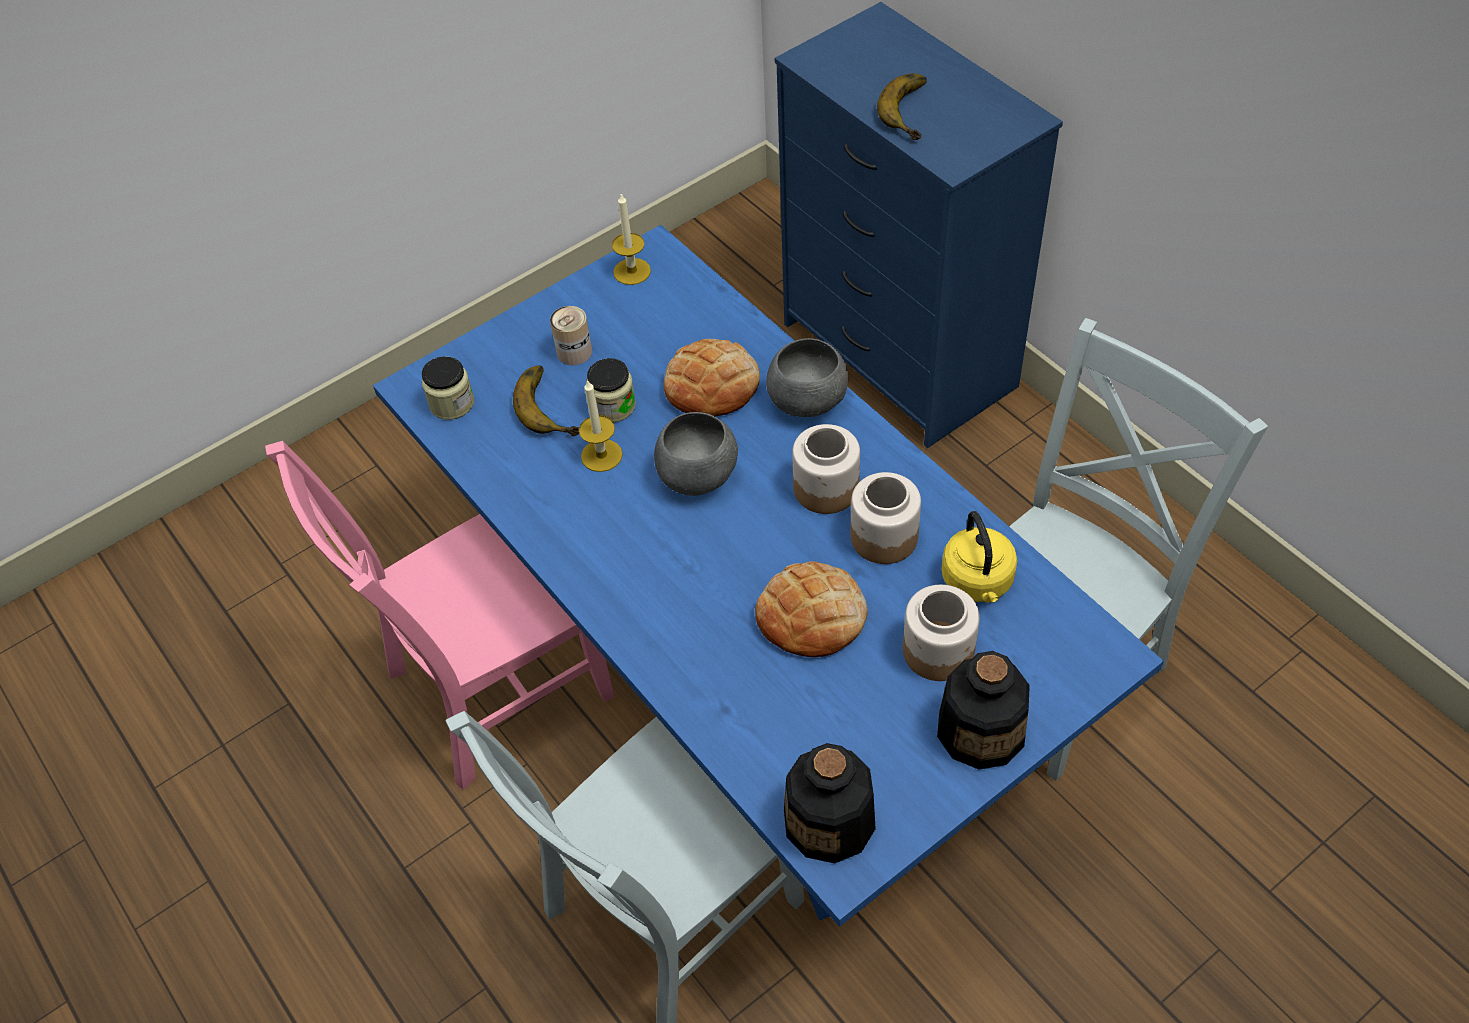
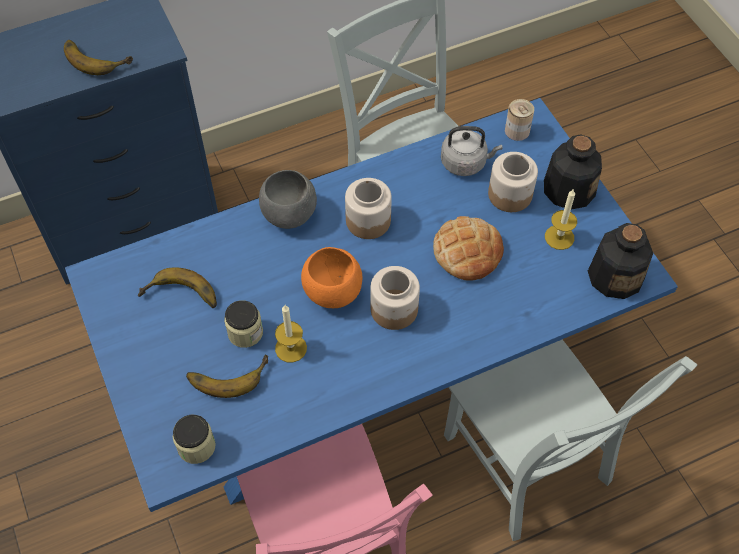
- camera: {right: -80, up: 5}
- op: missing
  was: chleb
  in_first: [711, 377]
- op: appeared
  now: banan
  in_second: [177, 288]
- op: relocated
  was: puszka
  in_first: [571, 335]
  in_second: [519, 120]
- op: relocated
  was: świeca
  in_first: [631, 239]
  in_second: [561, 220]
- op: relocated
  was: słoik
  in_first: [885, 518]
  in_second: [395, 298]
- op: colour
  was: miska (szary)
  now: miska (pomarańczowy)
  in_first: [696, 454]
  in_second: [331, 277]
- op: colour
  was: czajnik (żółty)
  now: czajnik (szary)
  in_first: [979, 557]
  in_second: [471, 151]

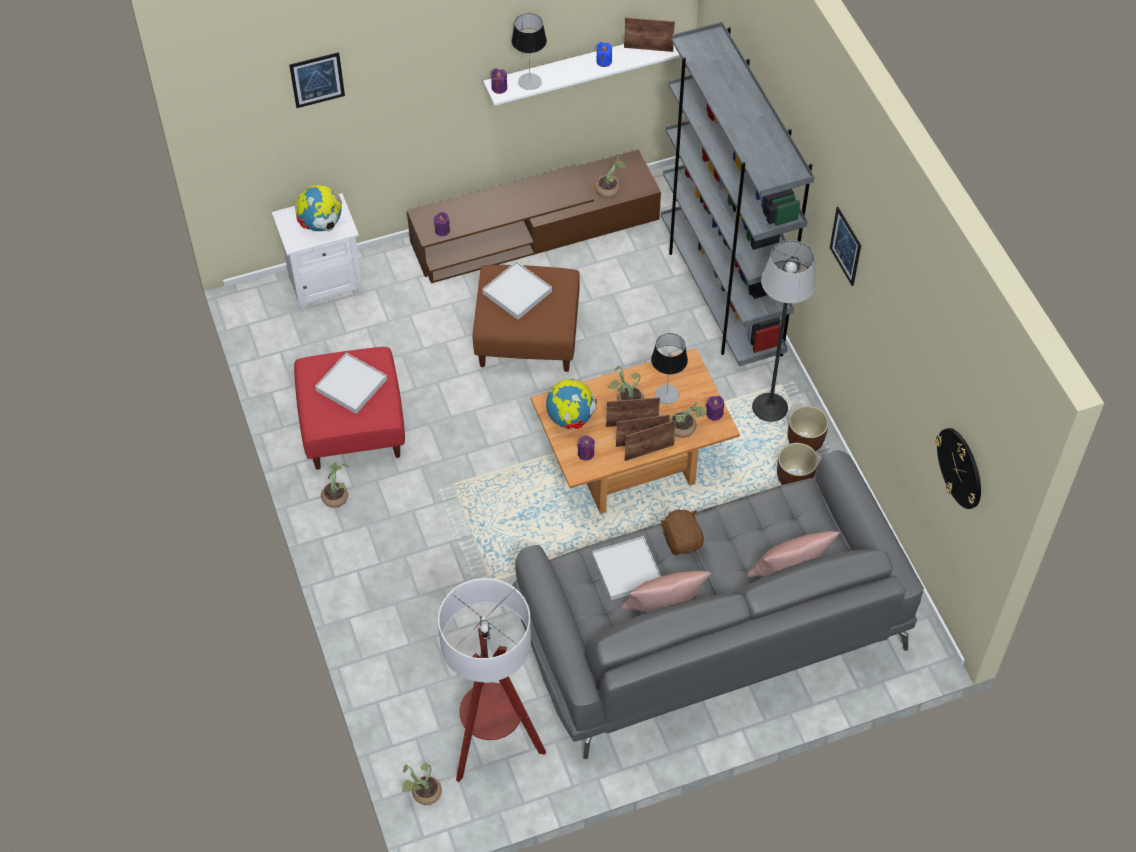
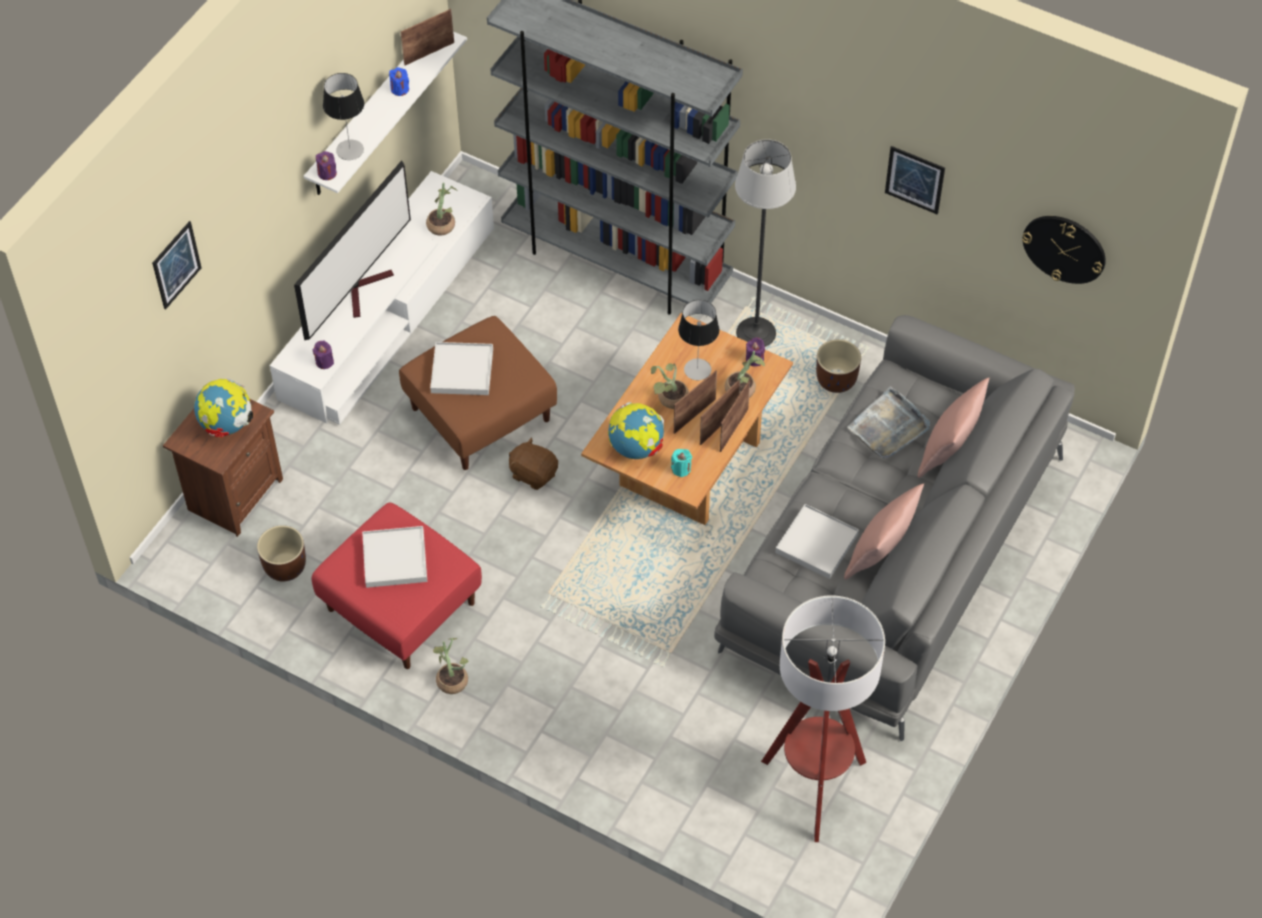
- camera: {right: -40, up: 0}
- op: missing
  was: roślina doniczkowa
  in_first: [422, 784]
- op: appeared
  now: telewizor
  in_second: [352, 250]
- op: appeared
  now: taca (szary)
  in_second: [888, 422]
- op: relocated
  was: pluszak (brązowy)
  in_first: [682, 532]
  in_second: [533, 463]
- op: relocated
  was: donica (brązowy)
  in_first: [808, 428]
  in_second: [281, 553]
- op: relocated
  was: obraz
  in_first: [845, 246]
  in_second: [915, 180]
- op: colour
  was: szafka nocna (biały)
  now: szafka nocna (brązowy)
  in_first: [318, 252]
  in_second: [223, 468]
- op: colour
  was: szafka pod telewizor (brązowy)
  now: szafka pod telewizor (biały)
  in_first: [534, 216]
  in_second: [382, 298]
- op: colour
  was: świeca (fioletowy)
  now: świeca (turkusowy)
  in_first: [586, 448]
  in_second: [681, 463]

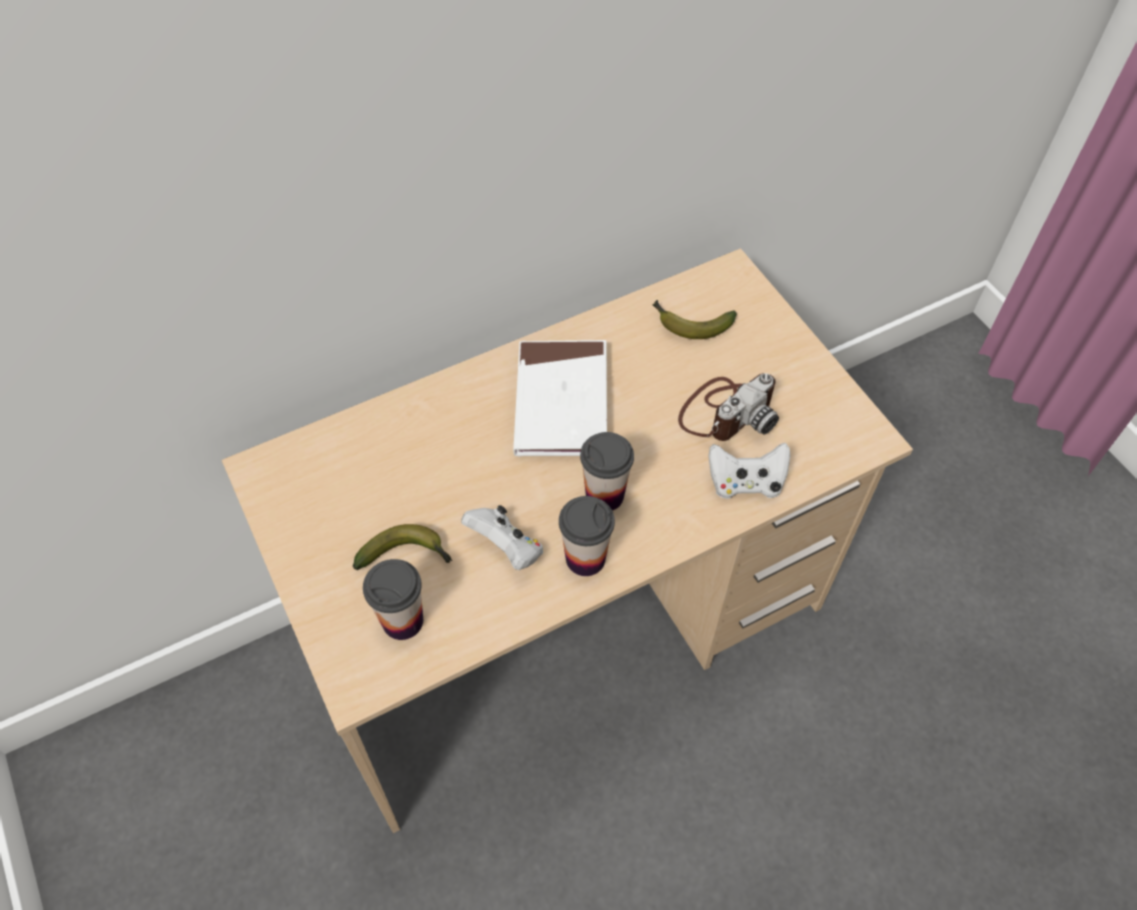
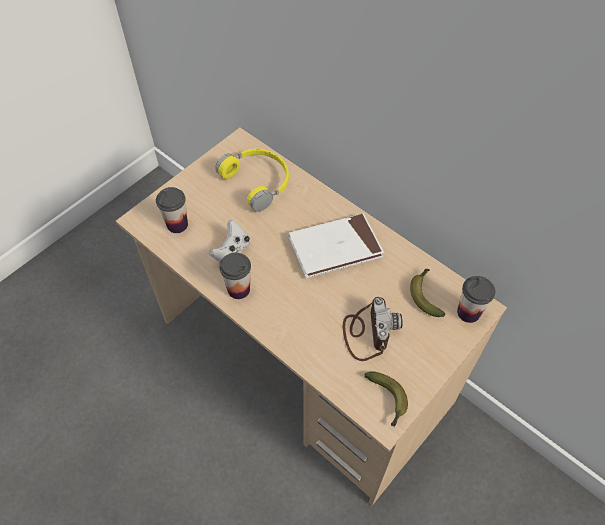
- camera: {right: 70, up: 0}
- op: missing
  was: pad do gier (biały)
  in_first: [749, 471]
- op: appeared
  now: słuchawki (żółty)
  in_second: [252, 180]
- op: relocated
  was: banan
  in_first: [402, 547]
  in_second: [386, 399]
- op: relocated
  was: filiżanka
  in_first: [607, 471]
  in_second: [476, 299]
- op: spun
  was: aparat fotograficzny
  in_first: [728, 407]
  in_second: [372, 329]
  clockwise: -120

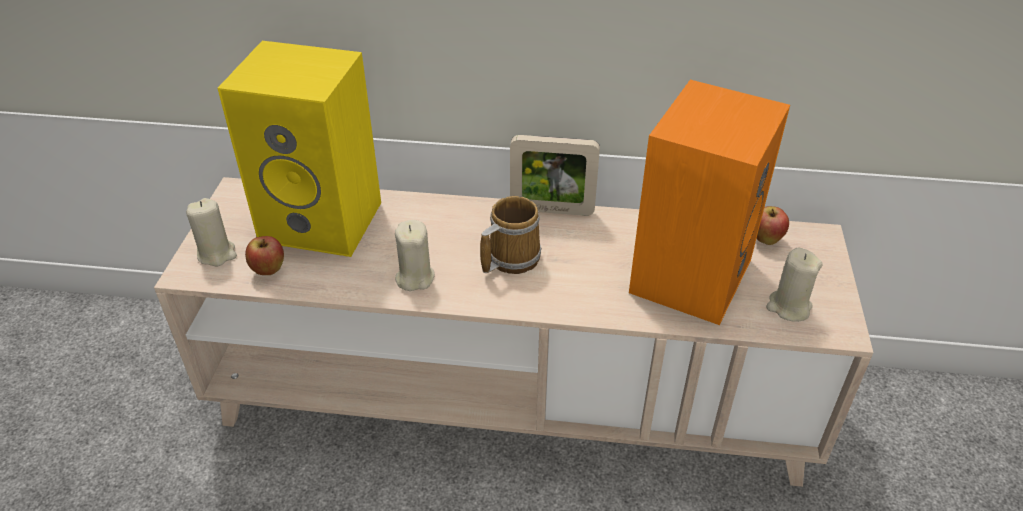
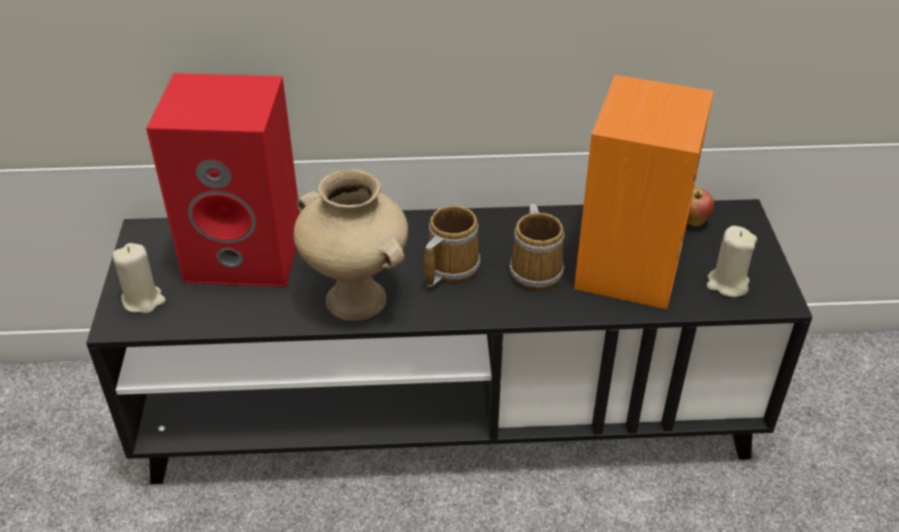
- camera: {right: -10, up: 0}
- op: missing
  was: jabłko
  in_first: [264, 255]
- op: missing
  was: ramka na zdjęcie
  in_first: [555, 175]
- op: appeared
  now: kubek
  in_second: [537, 248]
- op: exchanged
  was: świeca (beżowy)
  now: wazon (beżowy)
  in_first: [415, 255]
  in_second: [351, 245]
- op: colour
  was: szafka pod telewizor (beżowy)
  now: szafka pod telewizor (czarny)
  in_first: [514, 332]
  in_second: [449, 341]
- op: colour
  was: głośnik (żółty)
  now: głośnik (czerwony)
  in_first: [299, 149]
  in_second: [223, 180]

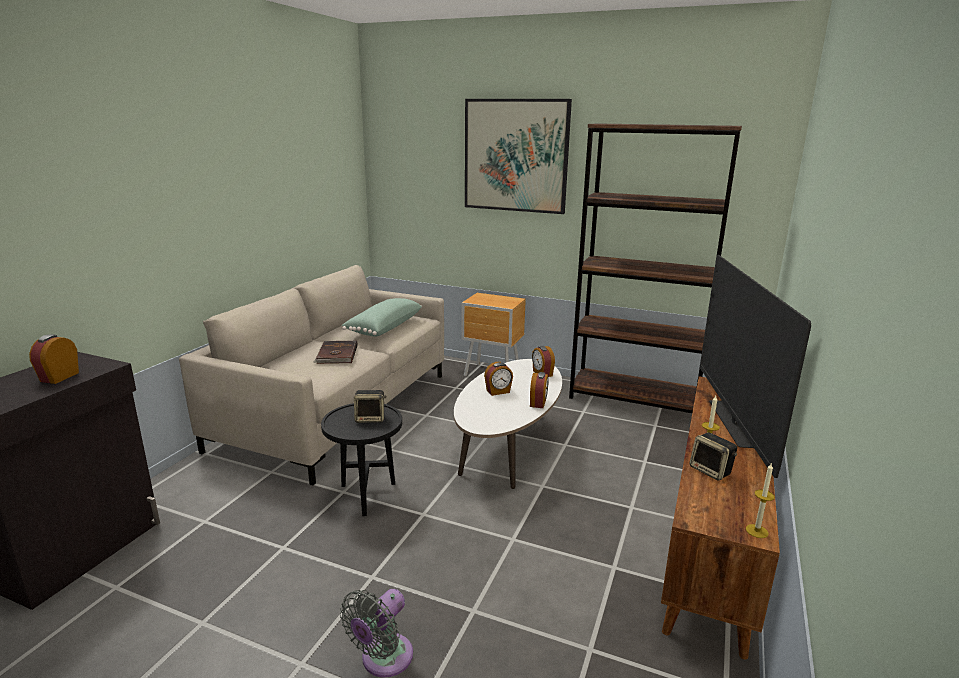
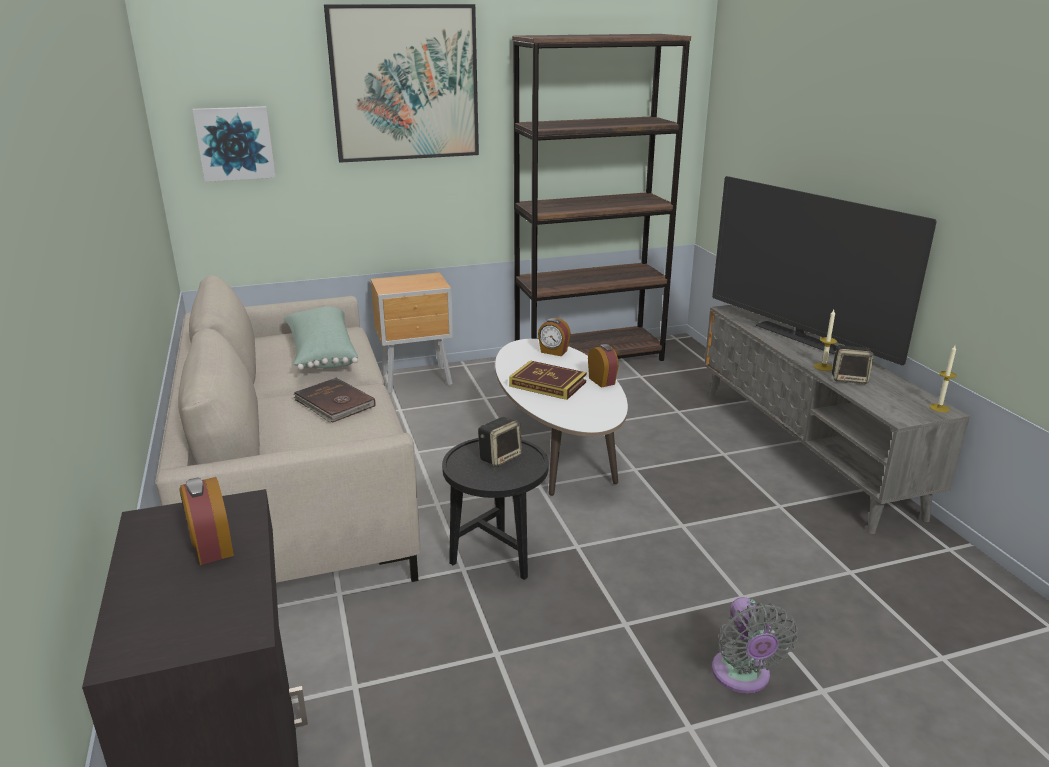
- camera: {right: -40, up: 5}
- op: appeared
  now: obraz
  in_second: [234, 144]
- op: exchanged
  was: budzik
  now: książka
  in_first: [498, 379]
  in_second: [548, 380]
- op: colour
  was: szafka pod telewizor (brązowy)
  now: szafka pod telewizor (szary)
  in_first: [720, 518]
  in_second: [837, 419]

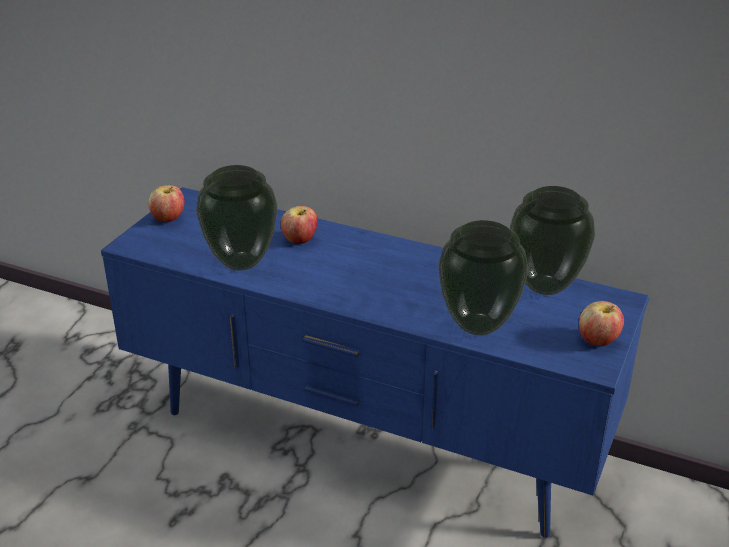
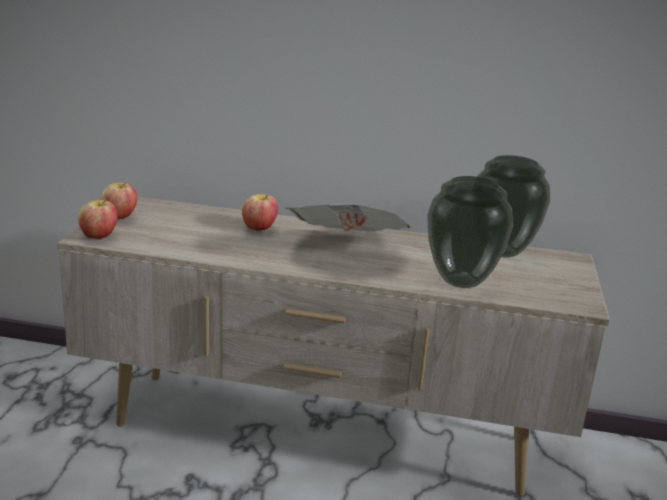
- camera: {right: -15, up: -10}
- op: missing
  was: wazon
  in_first: [236, 218]
- op: appeared
  now: gazeta
  in_second: [348, 217]
- op: relocated
  was: jabłko
  in_first: [601, 323]
  in_second: [98, 219]
- op: colour
  was: szafka pod telewizor (niebieski)
  now: szafka pod telewizor (beżowy)
  in_first: [375, 362]
  in_second: [333, 346]

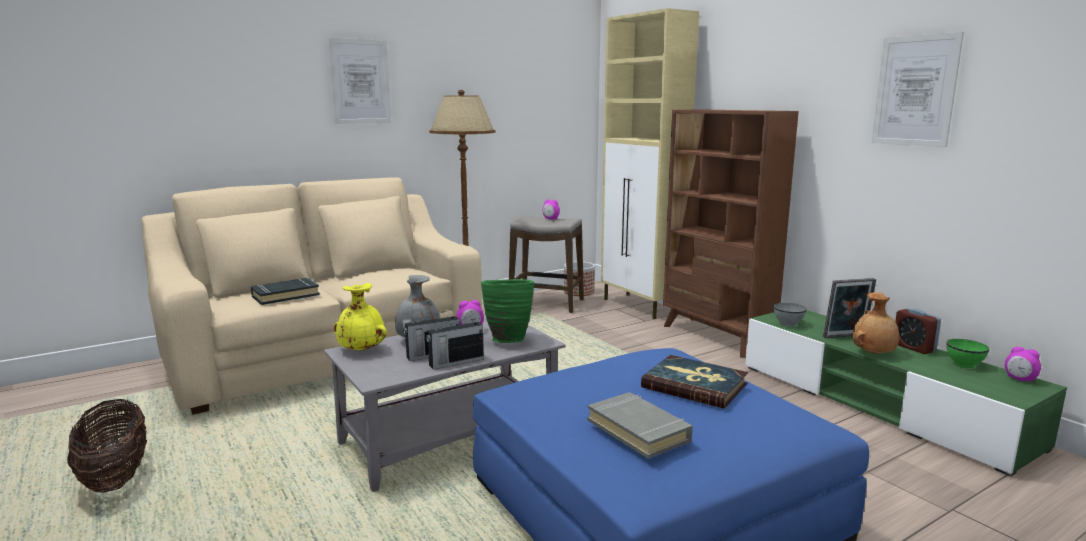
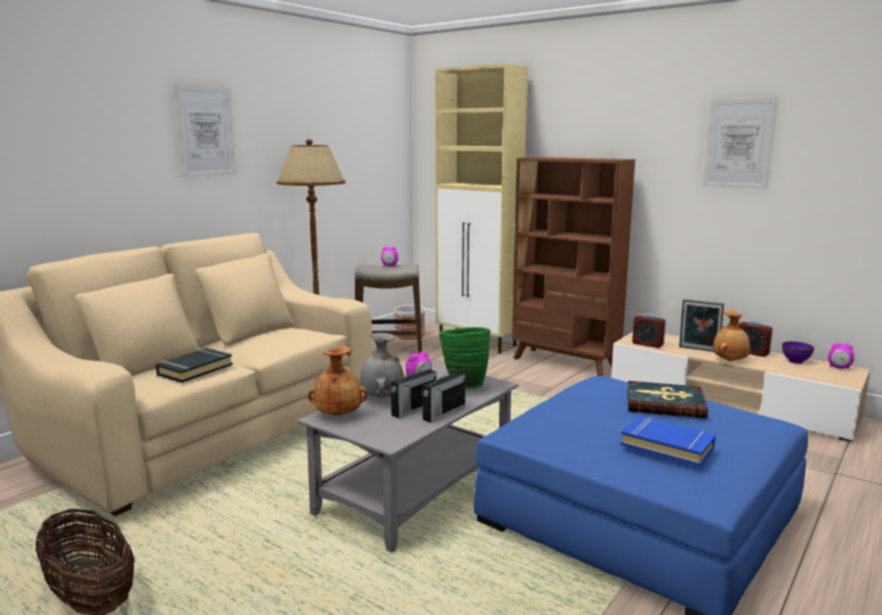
- camera: {right: -20, up: 0}
- op: exchanged
  was: miska (szary)
  now: budzik
  in_first: [790, 315]
  in_second: [649, 331]
- op: colour
  was: wazon (żółty)
  now: wazon (brązowy)
  in_first: [360, 317]
  in_second: [338, 381]
- op: colour
  was: książka (szary)
  now: książka (niebieski)
  in_first: [640, 425]
  in_second: [668, 441]
- op: colour
  was: szafka pod telewizor (zielony)
  now: szafka pod telewizor (beżowy)
  in_first: [906, 393]
  in_second: [740, 387]
- op: colour
  was: miska (zielony)
  now: miska (fioletowy)
  in_first: [967, 353]
  in_second: [798, 352]
- op: spun
  was: ramka na zdjęcie
  in_first: [849, 308]
  in_second: [701, 325]
  clockwise: 60

